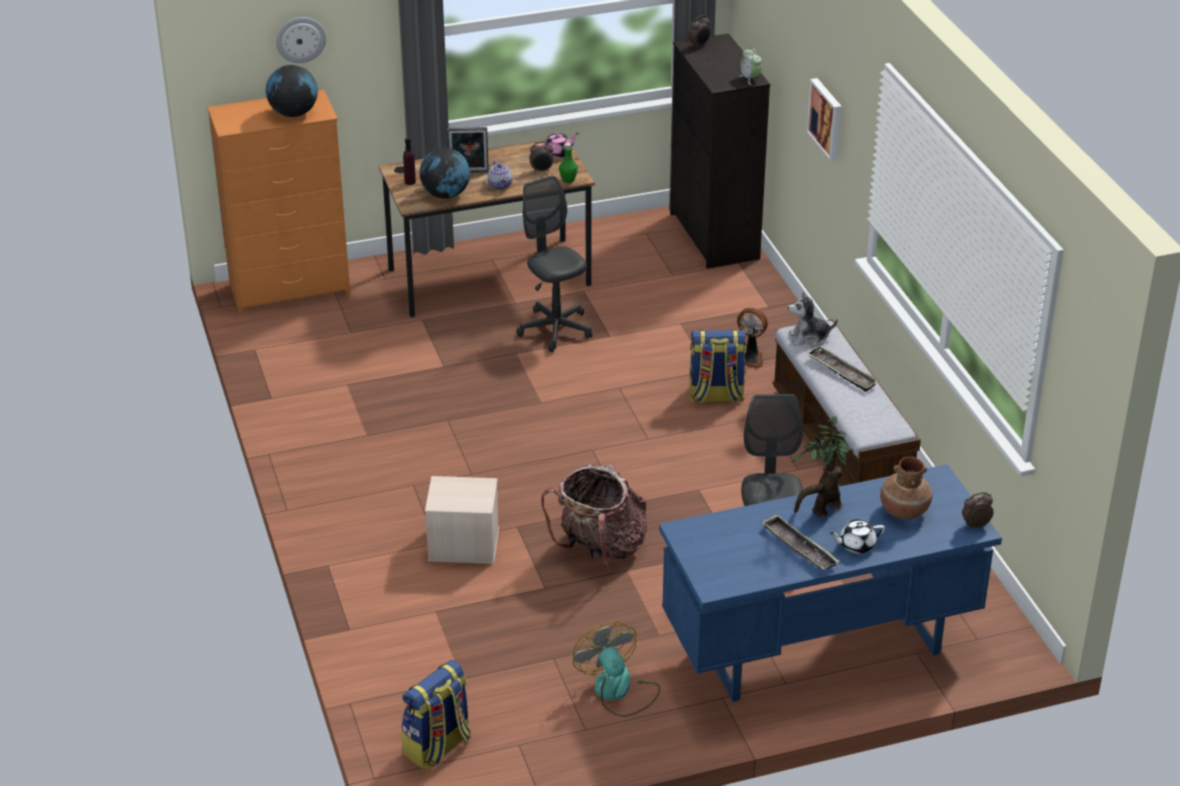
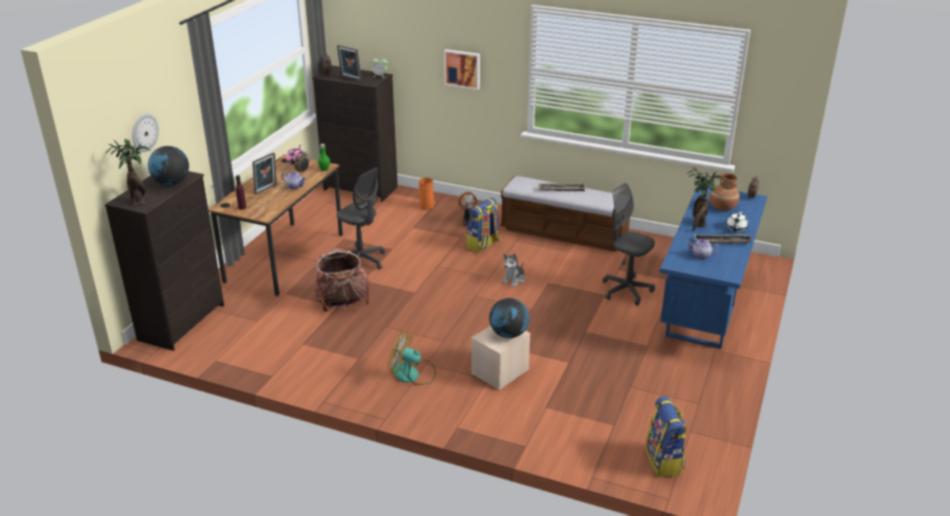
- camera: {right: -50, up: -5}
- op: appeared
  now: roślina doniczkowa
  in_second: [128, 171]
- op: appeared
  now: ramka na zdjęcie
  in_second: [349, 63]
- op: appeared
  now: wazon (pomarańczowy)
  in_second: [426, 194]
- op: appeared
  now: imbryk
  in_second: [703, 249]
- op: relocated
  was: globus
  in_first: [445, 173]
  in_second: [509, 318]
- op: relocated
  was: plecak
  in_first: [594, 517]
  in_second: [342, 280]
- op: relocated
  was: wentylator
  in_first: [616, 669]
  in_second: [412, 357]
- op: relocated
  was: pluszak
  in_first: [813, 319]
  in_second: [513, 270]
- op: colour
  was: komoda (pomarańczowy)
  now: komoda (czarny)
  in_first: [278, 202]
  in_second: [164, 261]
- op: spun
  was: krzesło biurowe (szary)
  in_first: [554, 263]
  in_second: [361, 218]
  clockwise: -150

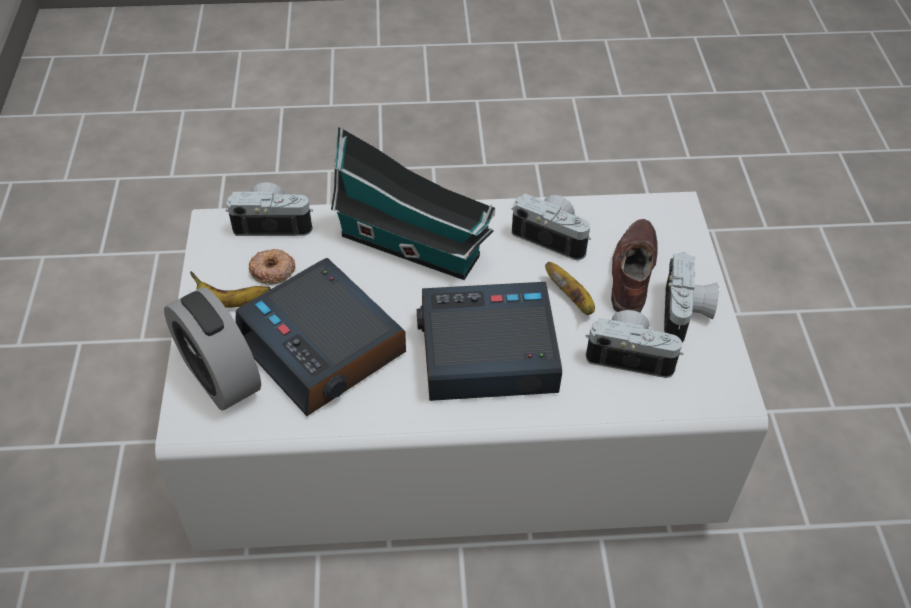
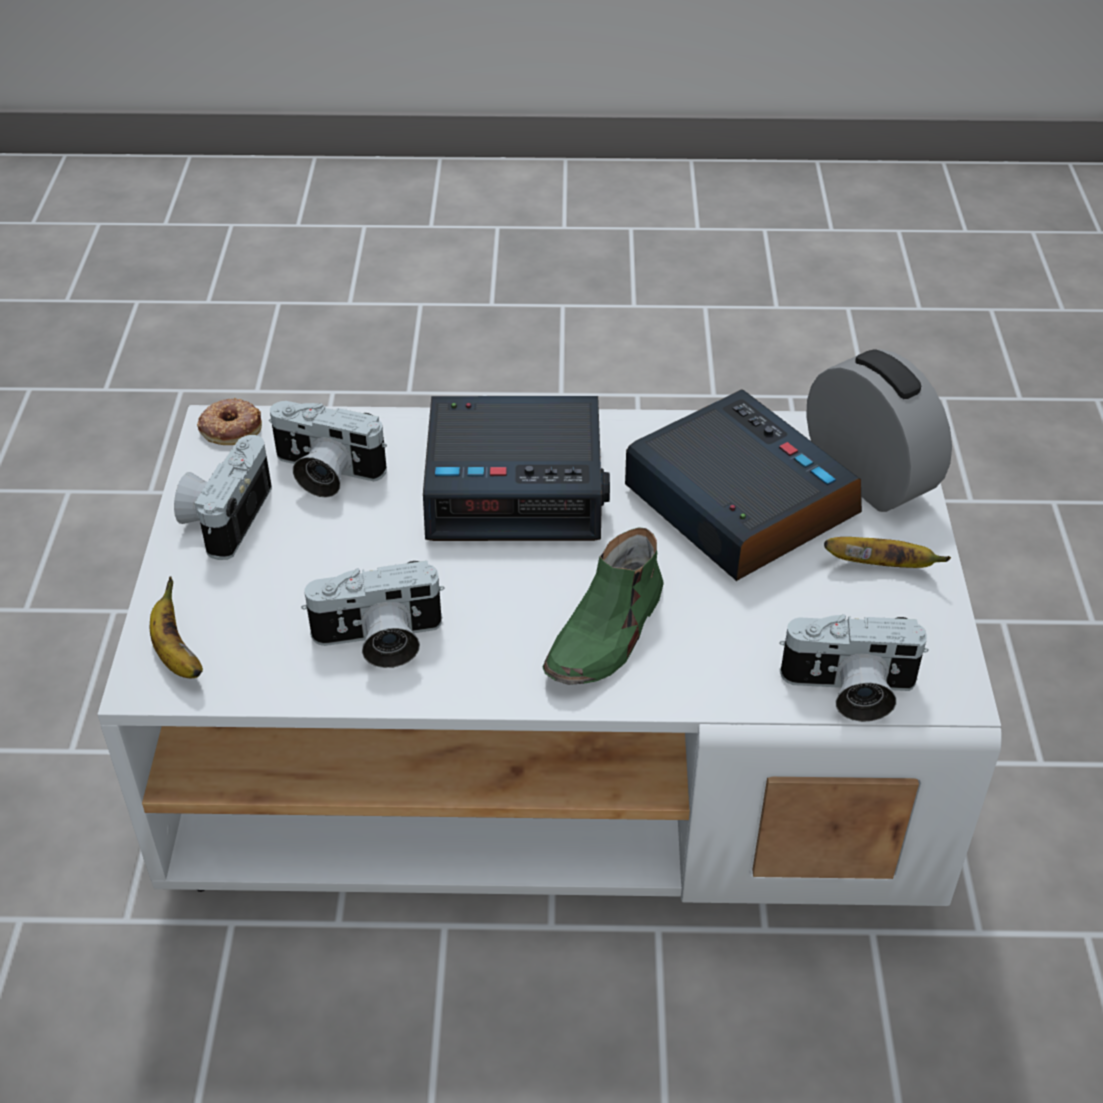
- camera: {right: -175, up: -5}
- op: missing
  was: but (brązowy)
  in_first: [634, 266]
- op: relocated
  was: donut
  in_first: [272, 267]
  in_second: [229, 421]
- op: relocated
  was: banan
  in_first: [570, 288]
  in_second: [176, 627]
- op: exchanged
  was: domek
  now: but (zielony)
  in_first: [413, 203]
  in_second: [603, 606]
- op: spun
  was: aparat fotograficzny
  in_first: [551, 227]
  in_second: [373, 614]
  clockwise: -45

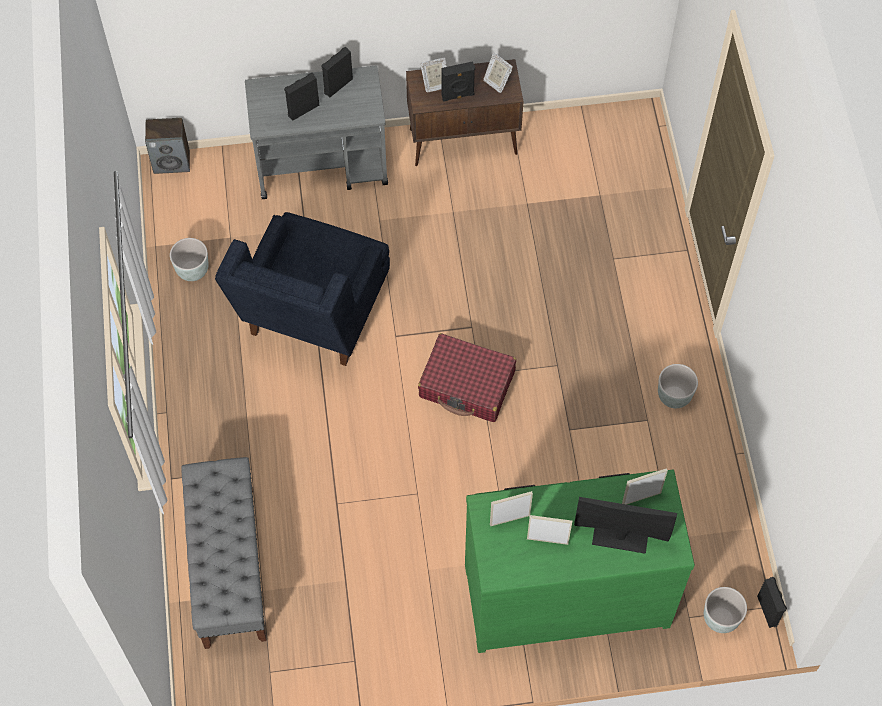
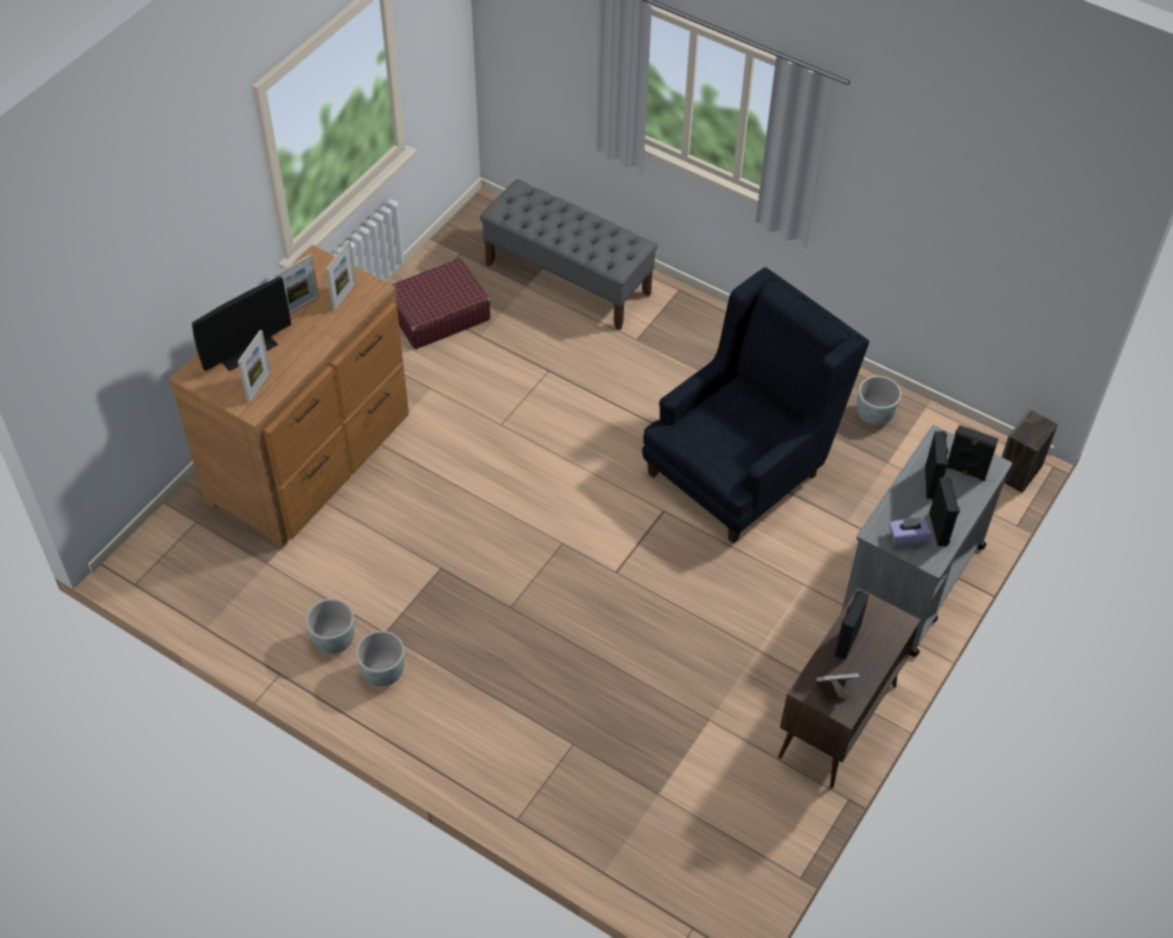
- camera: {right: 130, up: -10}
- op: missing
  was: ramka na zdjęcie
  in_first: [433, 74]
- op: appeared
  now: pudełko chusteczek (fioletowy)
  in_second: [910, 532]
- op: relocated
  was: walizka (czerwony)
  in_first: [467, 377]
  in_second: [441, 304]
- op: relocated
  was: donica (szary)
  in_first: [725, 610]
  in_second: [330, 626]
- op: relocated
  was: głośnik (czarny)
  in_first: [772, 602]
  in_second: [972, 453]
- op: colour
  was: komoda (zielony)
  now: komoda (brązowy)
  in_first: [580, 561]
  in_second: [289, 396]
- op: spun
  was: fotel (niebieski)
  in_first: [302, 289]
  in_second: [755, 405]
  clockwise: 75

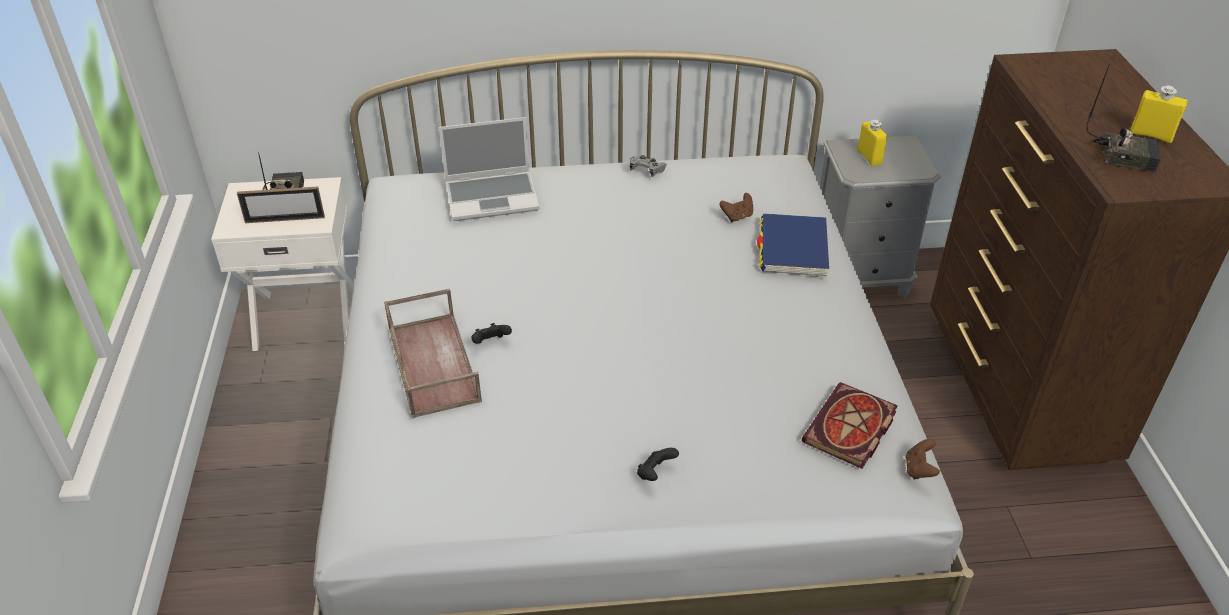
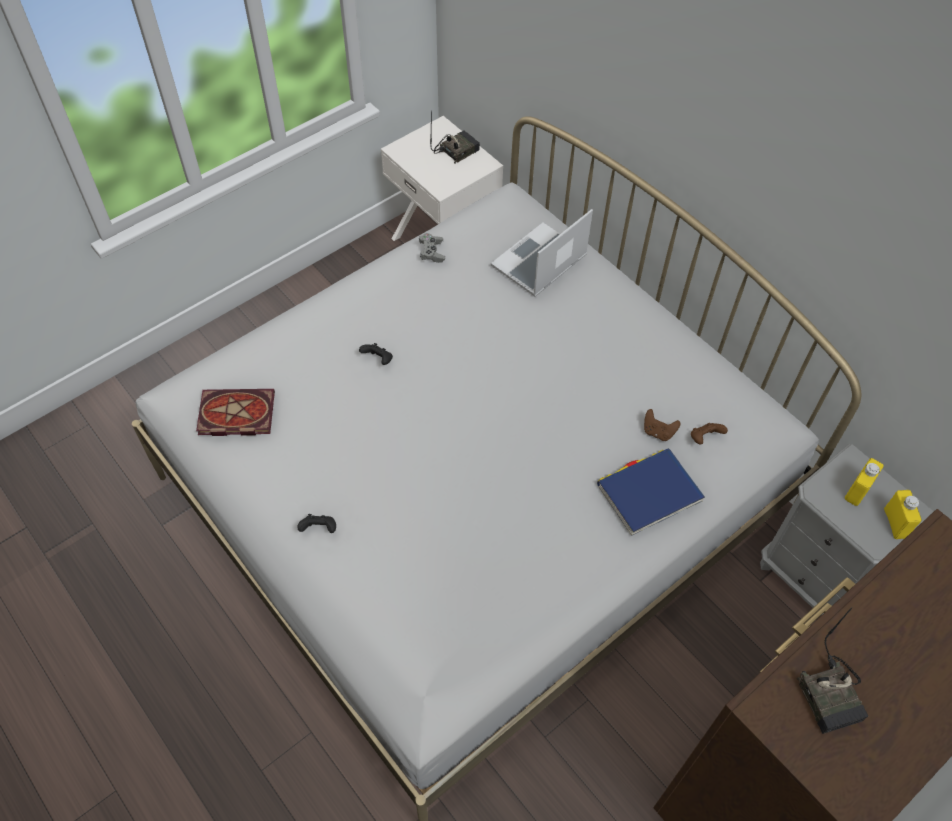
- camera: {right: 55, up: 15}
- op: missing
  was: ramka na zdjęcie
  in_first: [281, 205]
- op: missing
  was: taca (brązowy)
  in_first: [433, 353]
- op: relocated
  was: pad do gier (szary)
  in_first: [648, 166]
  in_second: [432, 248]
- op: relocated
  was: książka
  in_first: [850, 425]
  in_second: [235, 412]
- op: relocated
  was: pad do gier (brązowy)
  in_first: [922, 459]
  in_second: [709, 434]
- op: relocated
  was: butelka (żółty)
  in_first: [1159, 114]
  in_second: [903, 514]
- op: spun
  was: laptop
  in_first: [489, 169]
  in_second: [542, 253]
  clockwise: 90

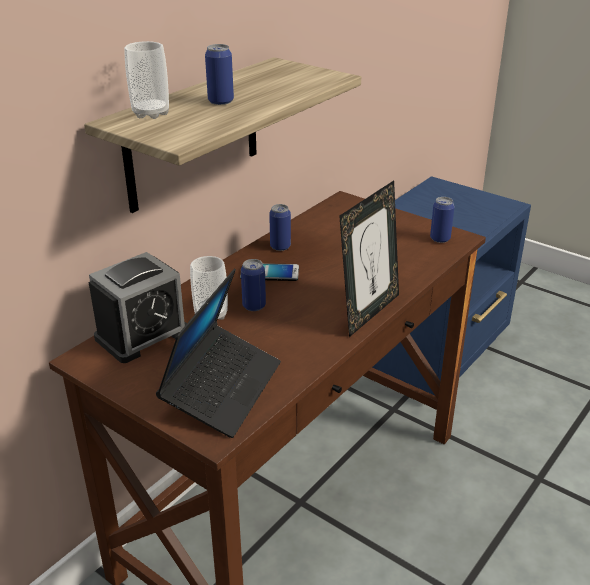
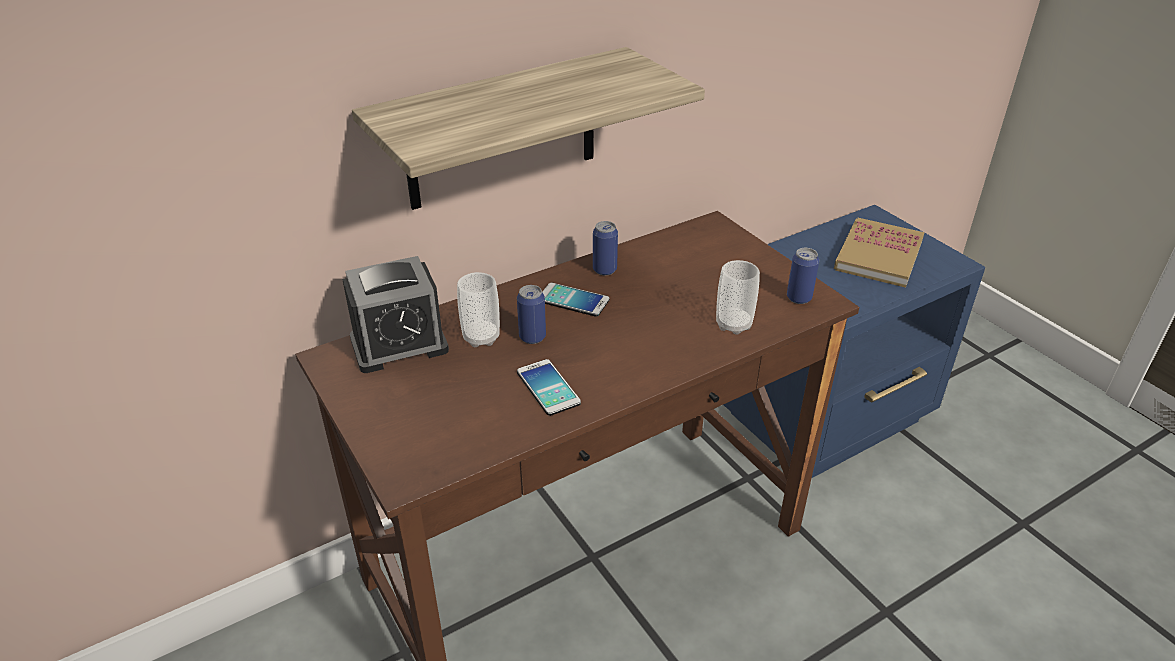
- camera: {right: 20, up: 5}
- op: missing
  was: laptop
  in_first: [218, 353]
- op: missing
  was: puszka
  in_first: [219, 74]
- op: missing
  was: ramka na zdjęcie
  in_first: [369, 259]
- op: appeared
  now: telefon
  in_second: [549, 387]
- op: appeared
  now: książka
  in_second: [879, 253]
- op: relocated
  was: filiżanka
  in_first: [146, 80]
  in_second: [738, 297]

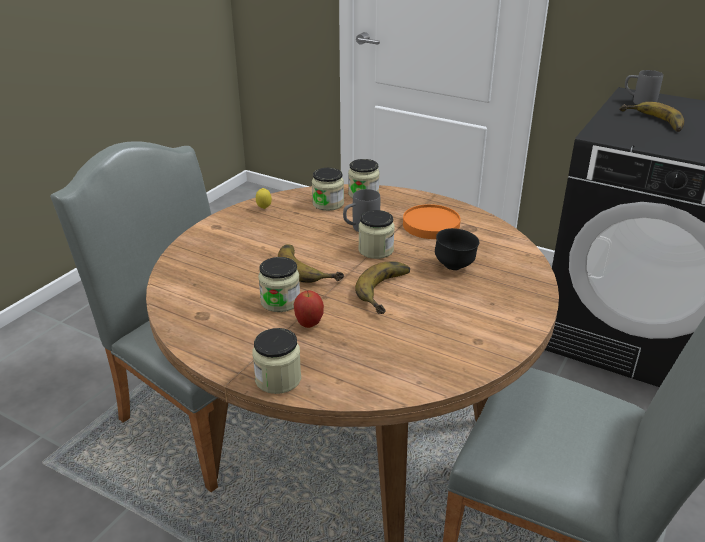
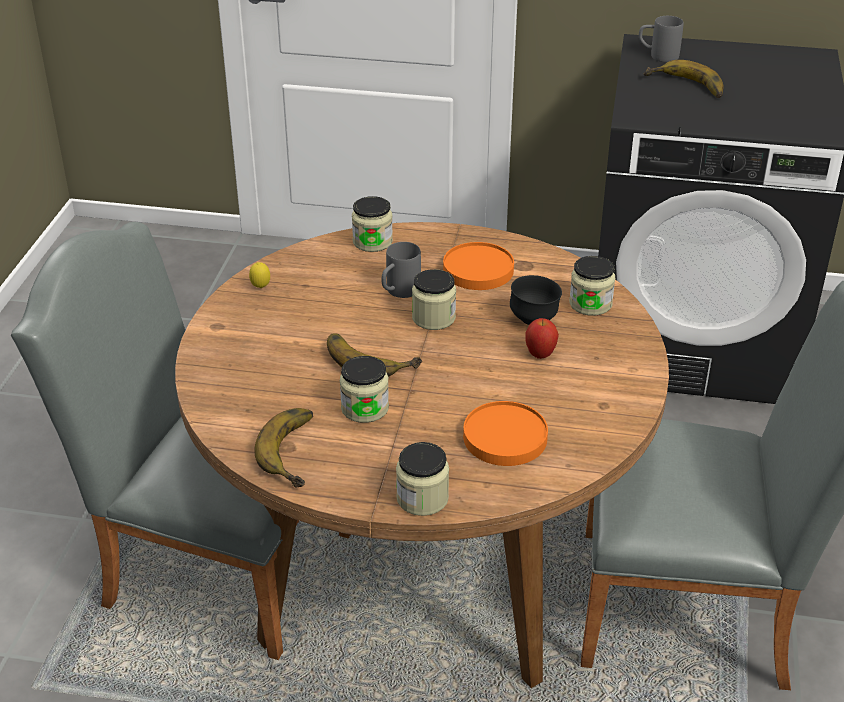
- camera: {right: -20, up: 5}
- op: appeared
  now: talerz (pomarańczowy)
  in_second: [505, 433]
- op: relocated
  was: jabłko
  in_first: [309, 309]
  in_second: [542, 338]
- op: relocated
  was: słoik
  in_first: [328, 189]
  in_second: [592, 286]
- op: relocated
  was: banan
  in_first: [382, 287]
  in_second: [283, 447]

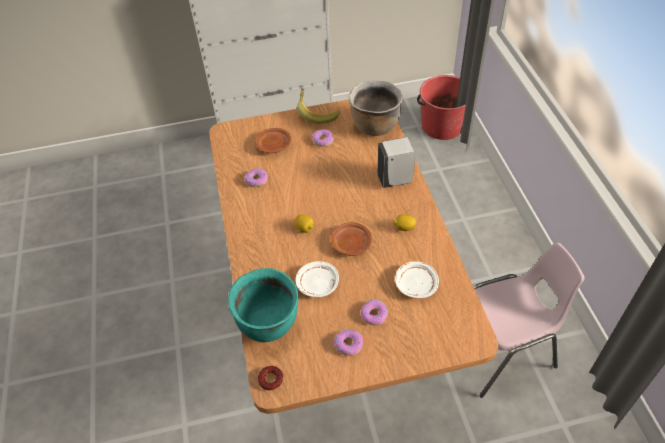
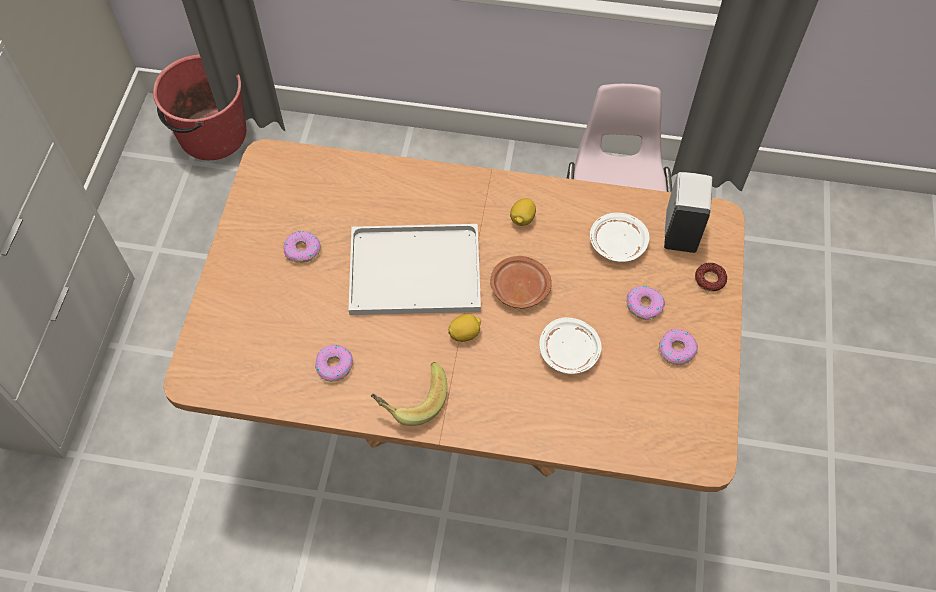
- camera: {right: -70, up: 10}
- op: missing
  was: garnek (turkusowy)
  in_first: [263, 305]
- op: missing
  was: talerz (brązowy)
  in_first: [273, 140]
- op: missing
  was: garnek (brązowy)
  in_first: [376, 108]
- op: appeared
  now: taca (biały)
  in_second: [415, 269]
- op: relocated
  was: donut
  in_first: [270, 378]
  in_second: [711, 277]
- op: relocated
  was: banan
  in_first: [318, 106]
  in_second: [409, 394]
- op: relocated
  was: dozownik mydła (biały)
  in_first: [396, 162]
  in_second: [688, 212]

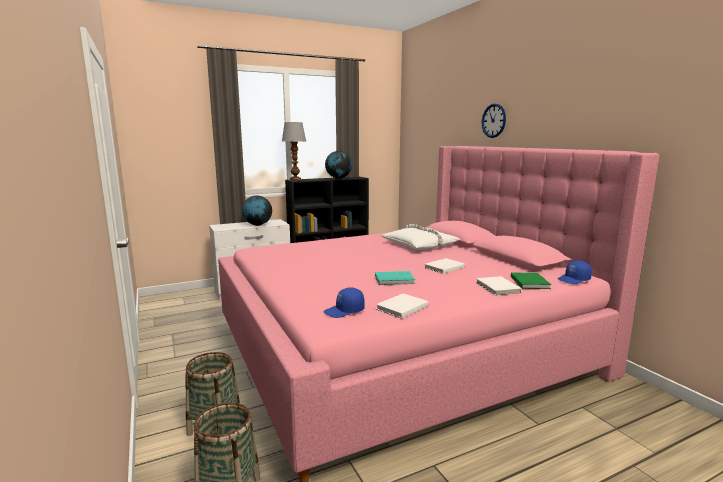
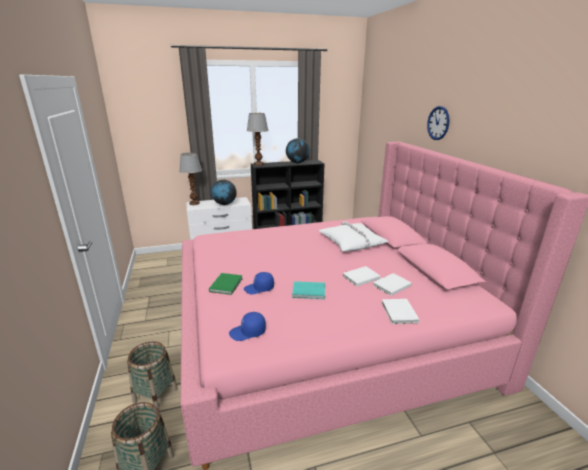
- camera: {right: 10, up: 10}
- op: appeared
  now: lampa stołowa
  in_second: [190, 179]
- op: relocated
  was: książka (biały)
  in_first: [402, 306]
  in_second: [392, 284]
- op: relocated
  was: książka (zielony)
  in_first: [531, 281]
  in_second: [226, 284]
- op: relocated
  was: czapka z daszkiem (niebieski)
  in_first: [575, 272]
  in_second: [259, 283]

